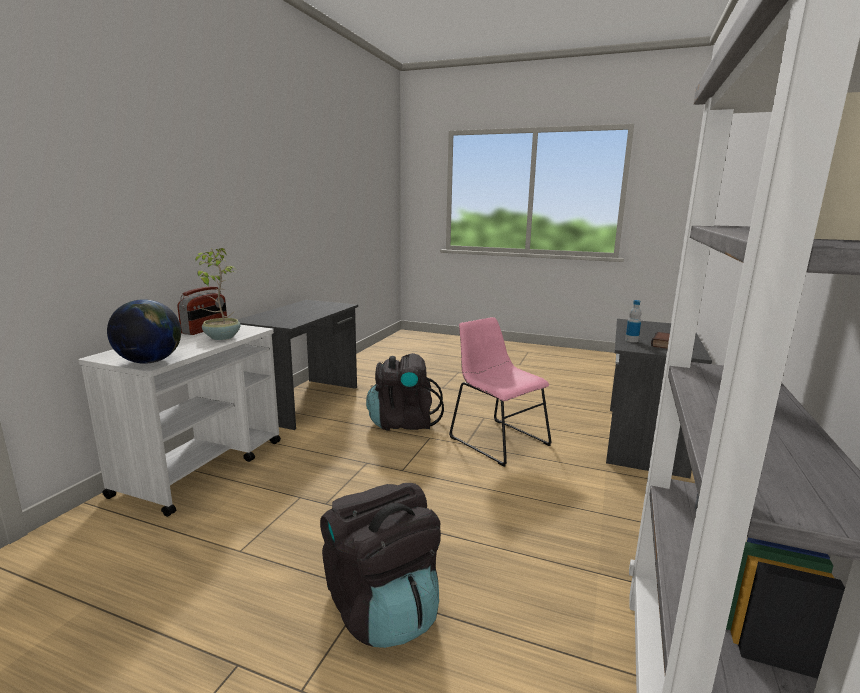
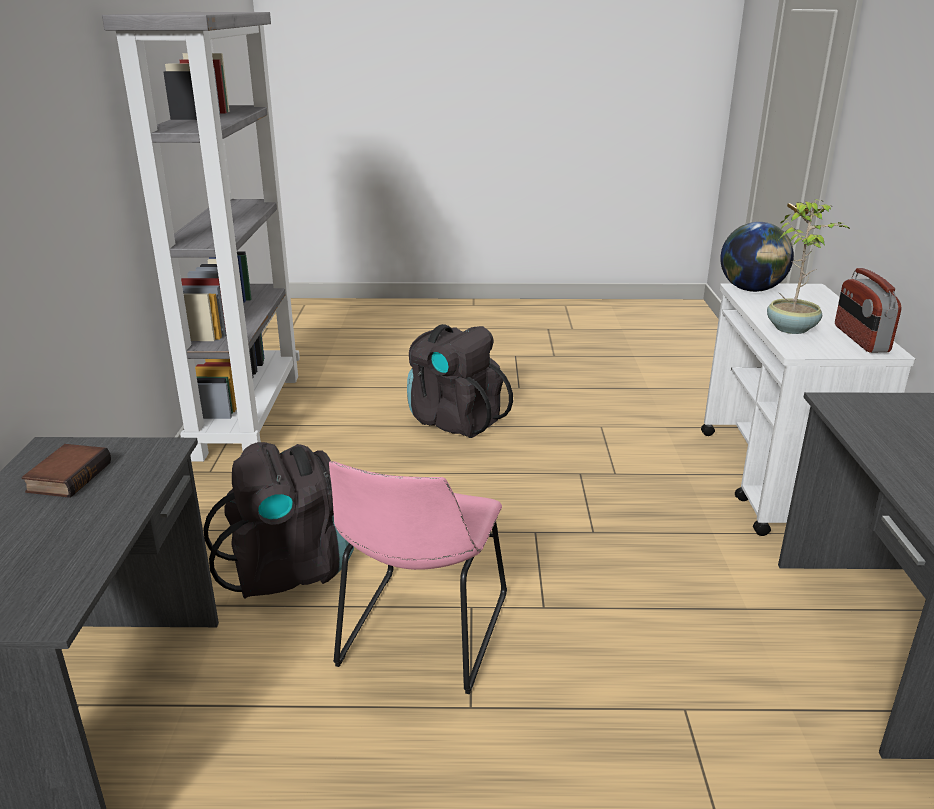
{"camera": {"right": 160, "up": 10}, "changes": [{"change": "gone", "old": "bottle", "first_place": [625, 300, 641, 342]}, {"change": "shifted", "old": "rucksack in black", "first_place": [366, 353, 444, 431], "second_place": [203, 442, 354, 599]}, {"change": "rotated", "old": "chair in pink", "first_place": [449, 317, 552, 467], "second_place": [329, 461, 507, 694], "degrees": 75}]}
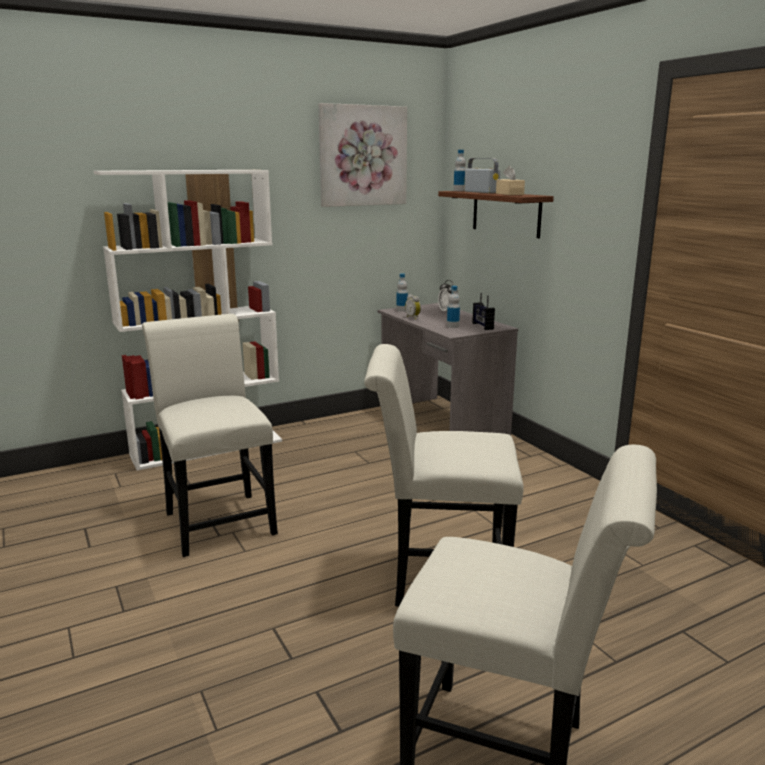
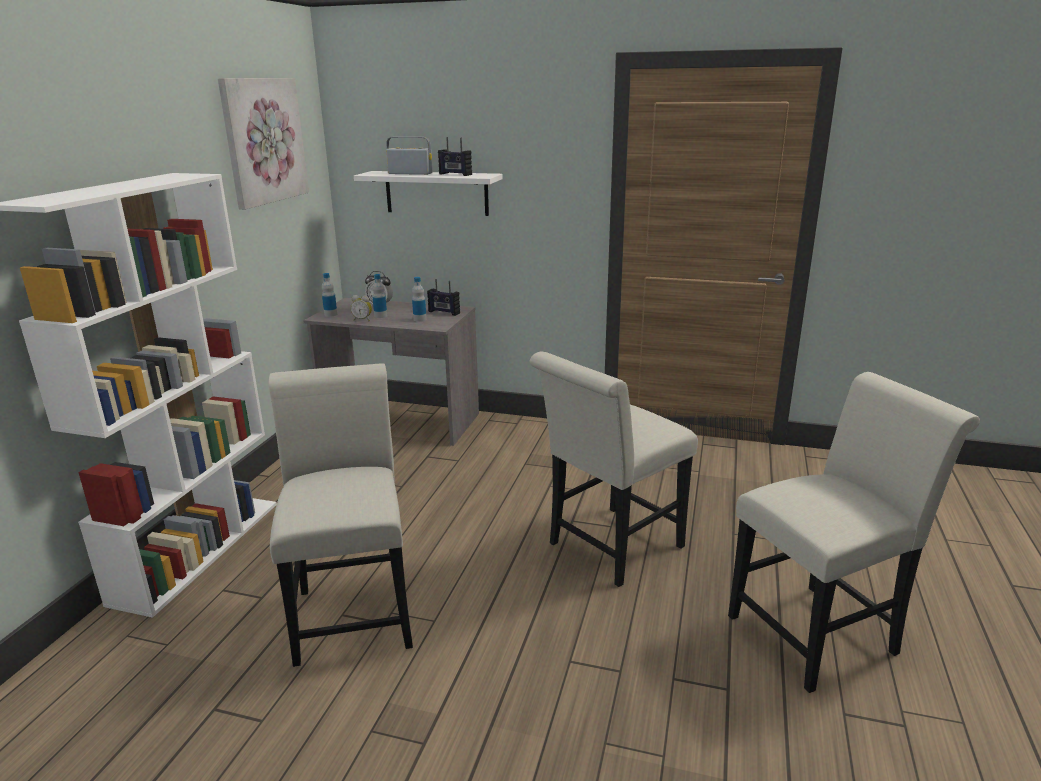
{"camera": {"right": -45, "up": 5}, "changes": [{"change": "shifted", "old": "bottle", "first_place": [454, 150, 466, 191], "second_place": [372, 274, 387, 318]}, {"change": "swapped", "old": "tissue holder in beige-coloured", "new": "radio", "first_place": [496, 166, 525, 195], "second_place": [438, 137, 472, 176]}, {"change": "repainted", "old": "wall shelf in brownish", "new": "wall shelf in whitish", "first_place": [438, 191, 554, 238], "second_place": [354, 171, 503, 216]}, {"change": "rotated", "old": "chair in whitish", "first_place": [142, 314, 278, 557], "second_place": [268, 364, 413, 667], "degrees": 60}]}
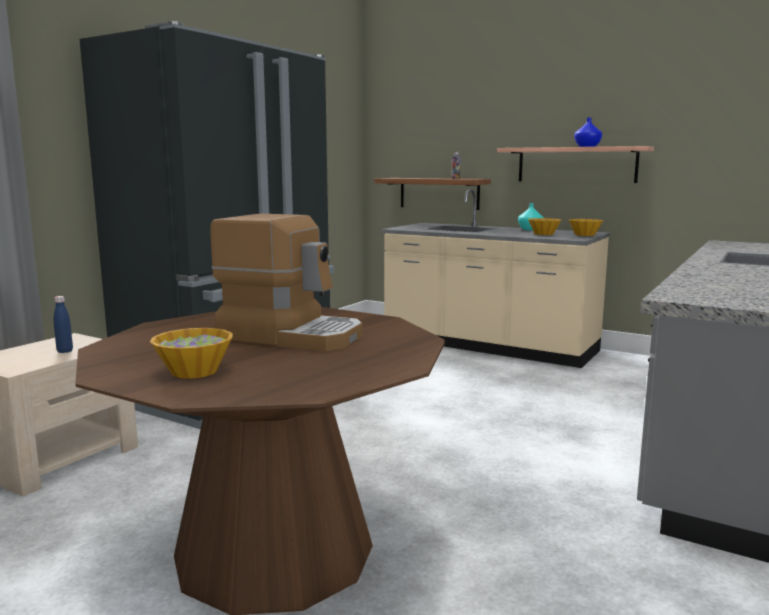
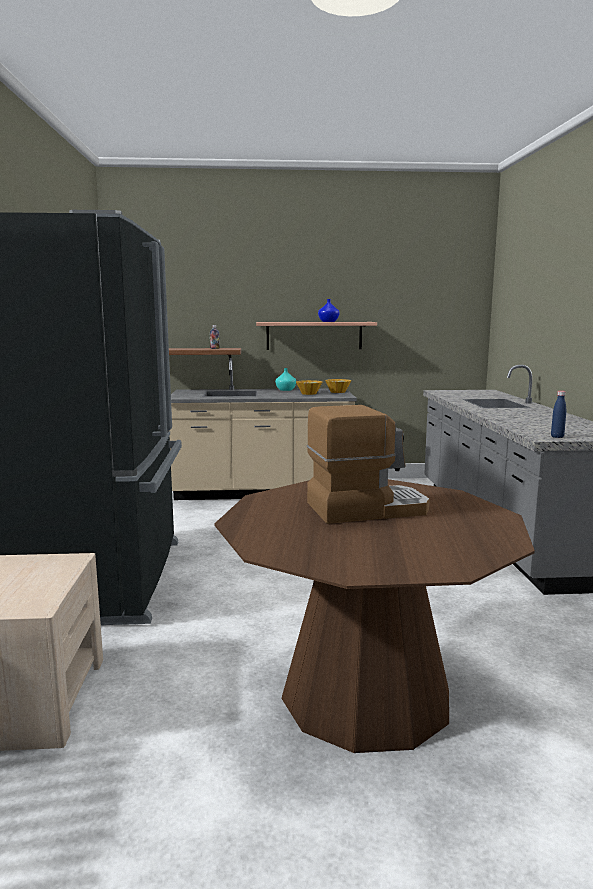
{"camera": {"right": -35, "up": 0}, "changes": [{"change": "gone", "old": "serving bowl", "first_place": [150, 328, 233, 379]}, {"change": "shifted", "old": "bottle in blue", "first_place": [54, 296, 73, 353], "second_place": [551, 391, 566, 438]}]}
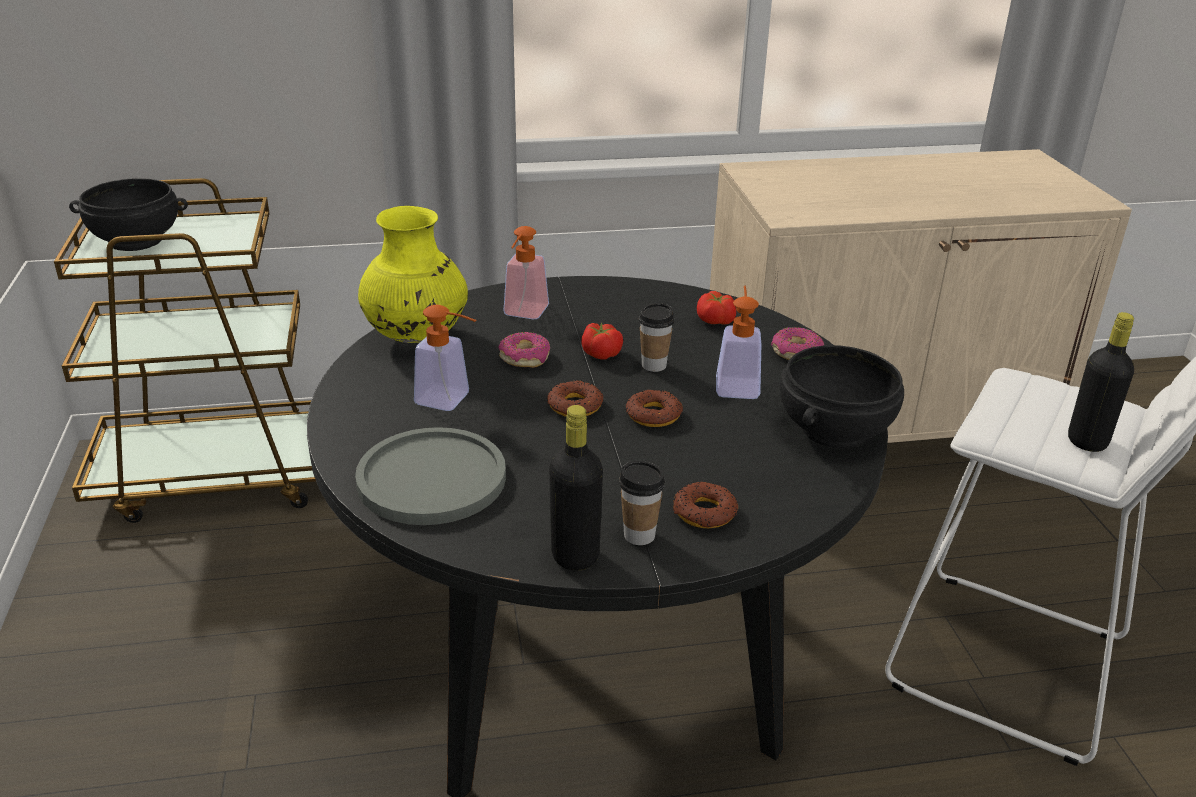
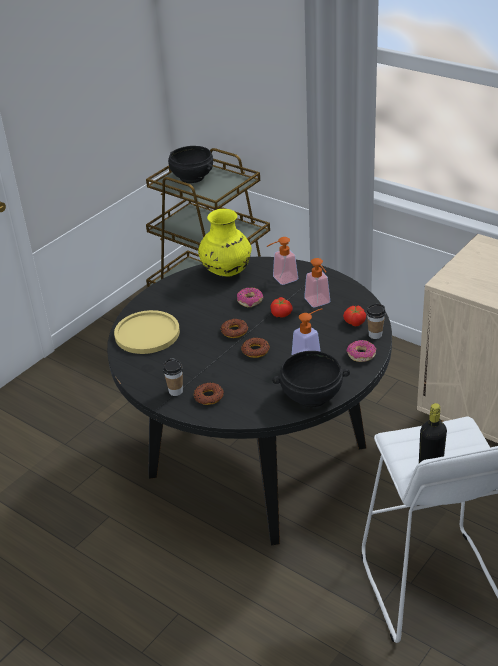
{"camera": {"right": 50, "up": 5}, "changes": [{"change": "gone", "old": "bottle in black", "first_place": [549, 405, 603, 571]}, {"change": "shifted", "old": "soap dispenser", "first_place": [414, 305, 476, 411], "second_place": [304, 258, 330, 307]}, {"change": "shifted", "old": "small cup", "first_place": [639, 303, 674, 372], "second_place": [367, 304, 386, 339]}, {"change": "repainted", "old": "dinner plate in gray", "new": "dinner plate in yellow", "first_place": [355, 427, 506, 525], "second_place": [114, 310, 180, 354]}]}
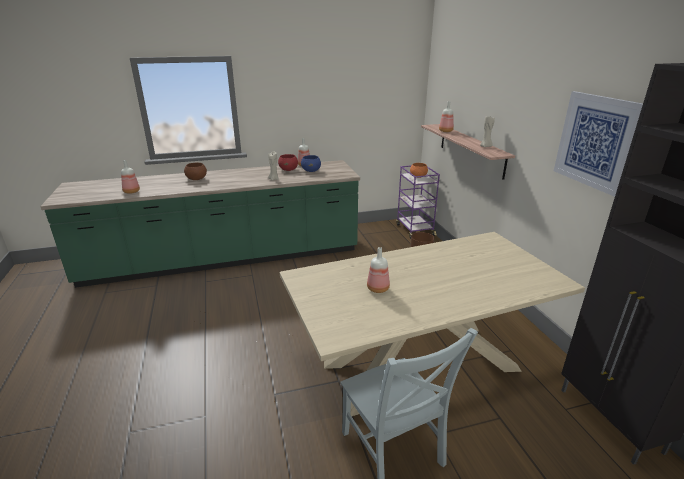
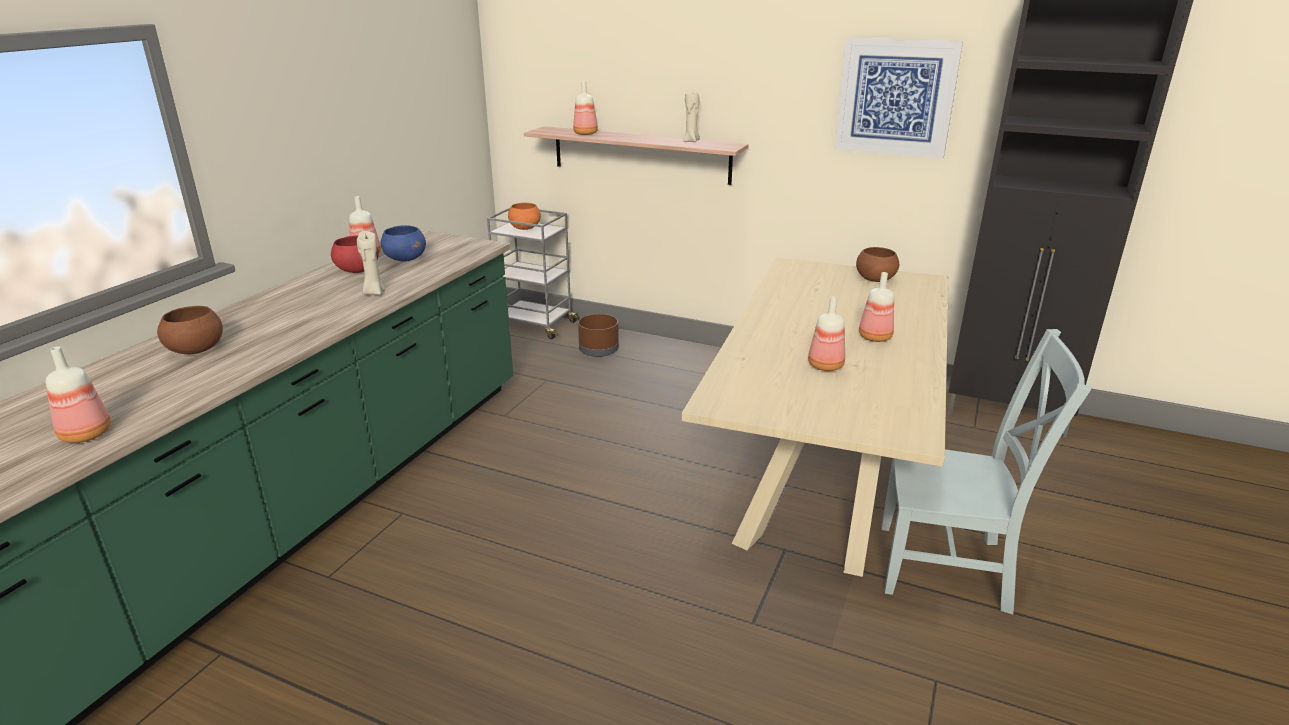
{"camera": {"right": -50, "up": 0}, "changes": [{"change": "new", "new": "serving bowl in brownish", "second_place": [856, 247, 899, 282]}, {"change": "new", "new": "bottle", "second_place": [859, 272, 894, 342]}, {"change": "repainted", "old": "wheeled cart in purplish", "new": "wheeled cart in gray", "first_place": [396, 165, 440, 239], "second_place": [487, 208, 580, 339]}]}
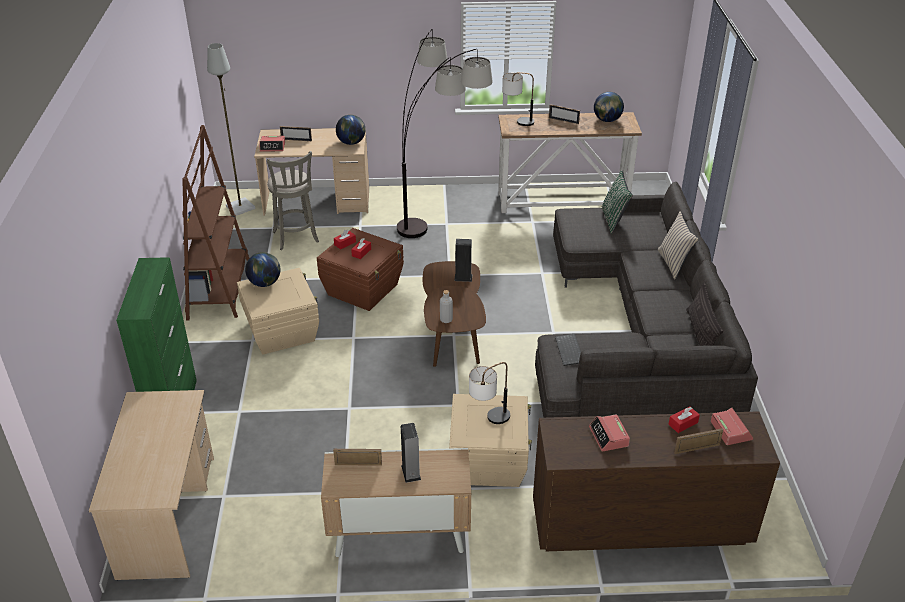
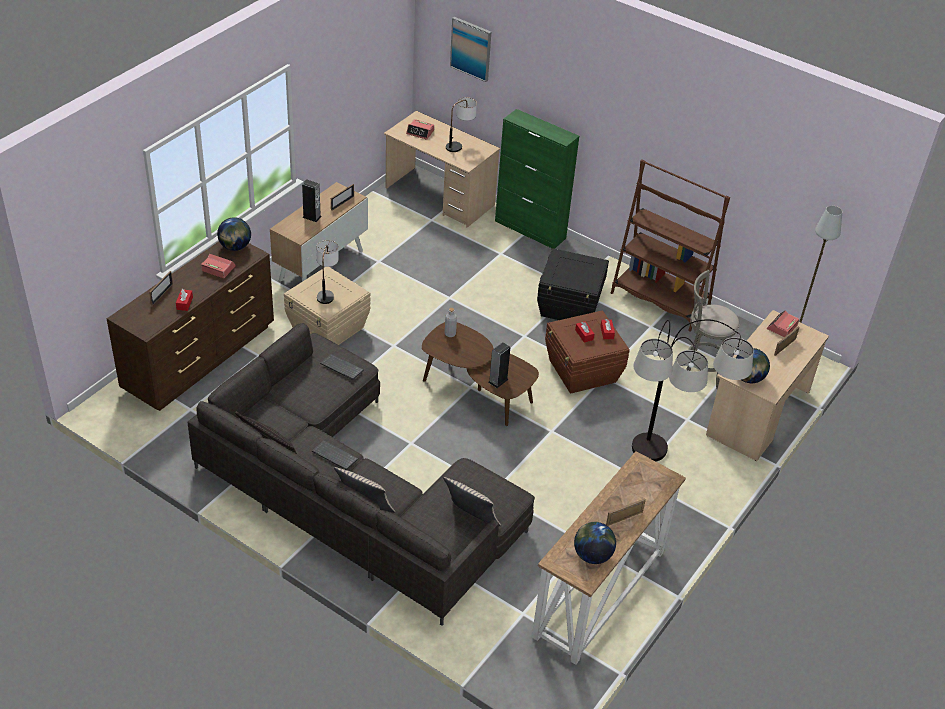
{"camera": {"right": 125, "up": 5}, "changes": [{"change": "new", "new": "PC keyboard", "second_place": [312, 440, 358, 470]}, {"change": "new", "new": "wall picture", "second_place": [450, 17, 491, 82]}, {"change": "shifted", "old": "world globe", "first_place": [245, 252, 281, 287], "second_place": [217, 217, 251, 251]}, {"change": "shifted", "old": "lamp for a table", "first_place": [502, 72, 534, 126], "second_place": [446, 97, 477, 152]}, {"change": "shifted", "old": "bedside clock", "first_place": [711, 408, 754, 445], "second_place": [406, 119, 434, 140]}, {"change": "repainted", "old": "storage container in beige-coloured", "new": "storage container in black", "first_place": [237, 268, 319, 355], "second_place": [537, 248, 609, 320]}, {"change": "repainted", "old": "cushion in greenish", "new": "cushion in beige-coloured", "first_place": [602, 170, 633, 234], "second_place": [443, 477, 501, 526]}]}
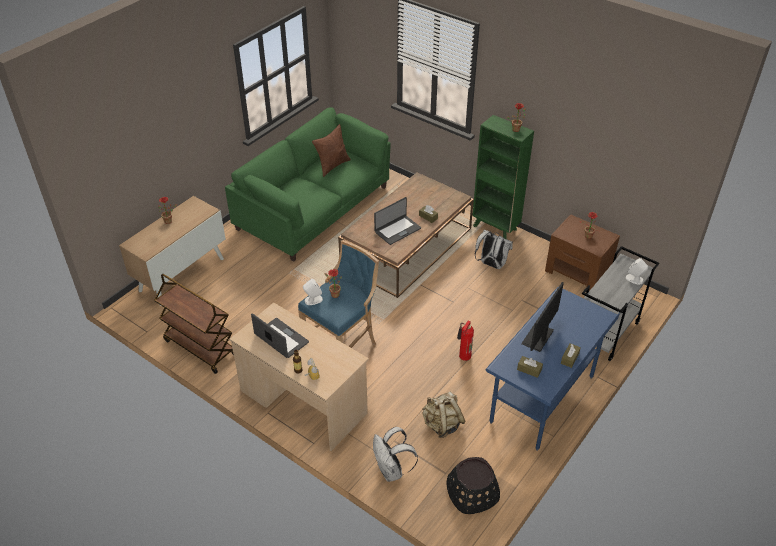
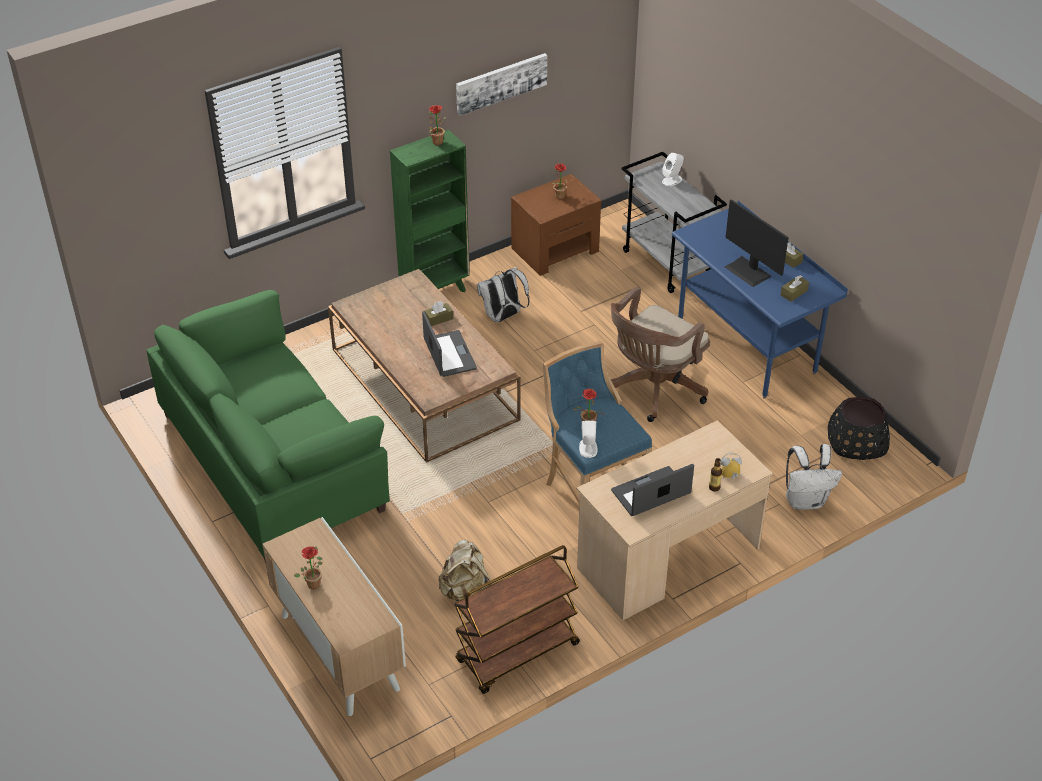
{"camera": {"right": -70, "up": 0}, "changes": [{"change": "gone", "old": "cushion in brownish", "first_place": [312, 124, 351, 177]}, {"change": "new", "new": "wall picture", "second_place": [456, 53, 547, 116]}, {"change": "shifted", "old": "rucksack in beige-coloured", "first_place": [422, 392, 466, 438], "second_place": [438, 539, 491, 601]}, {"change": "swapped", "old": "fire-fighting cylinder", "new": "desk chair in brownish", "first_place": [457, 321, 474, 361], "second_place": [611, 287, 710, 422]}]}
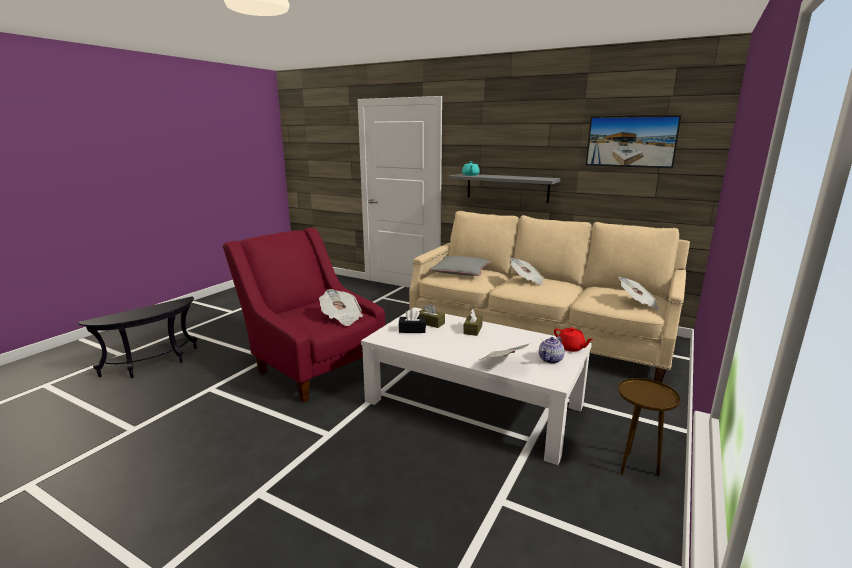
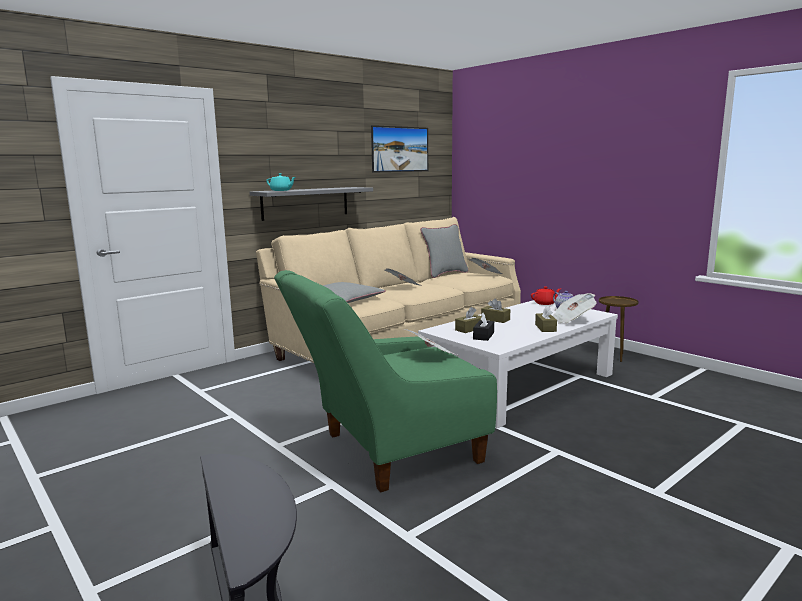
{"camera": {"right": -70, "up": -5}, "changes": [{"change": "new", "new": "cushion in gray", "second_place": [420, 224, 468, 278]}, {"change": "new", "new": "tissue holder in brownish", "second_place": [535, 306, 557, 332]}, {"change": "repainted", "old": "lounge chair in reddish", "new": "lounge chair in greenish", "first_place": [223, 228, 386, 402], "second_place": [274, 270, 497, 493]}]}
